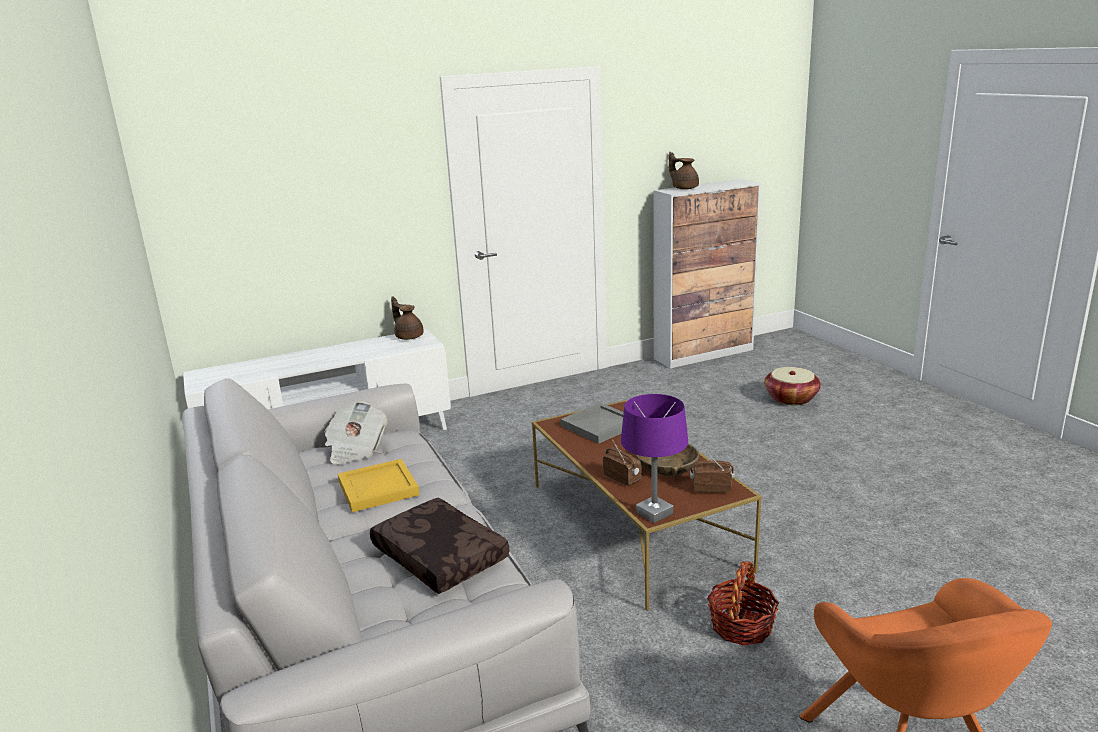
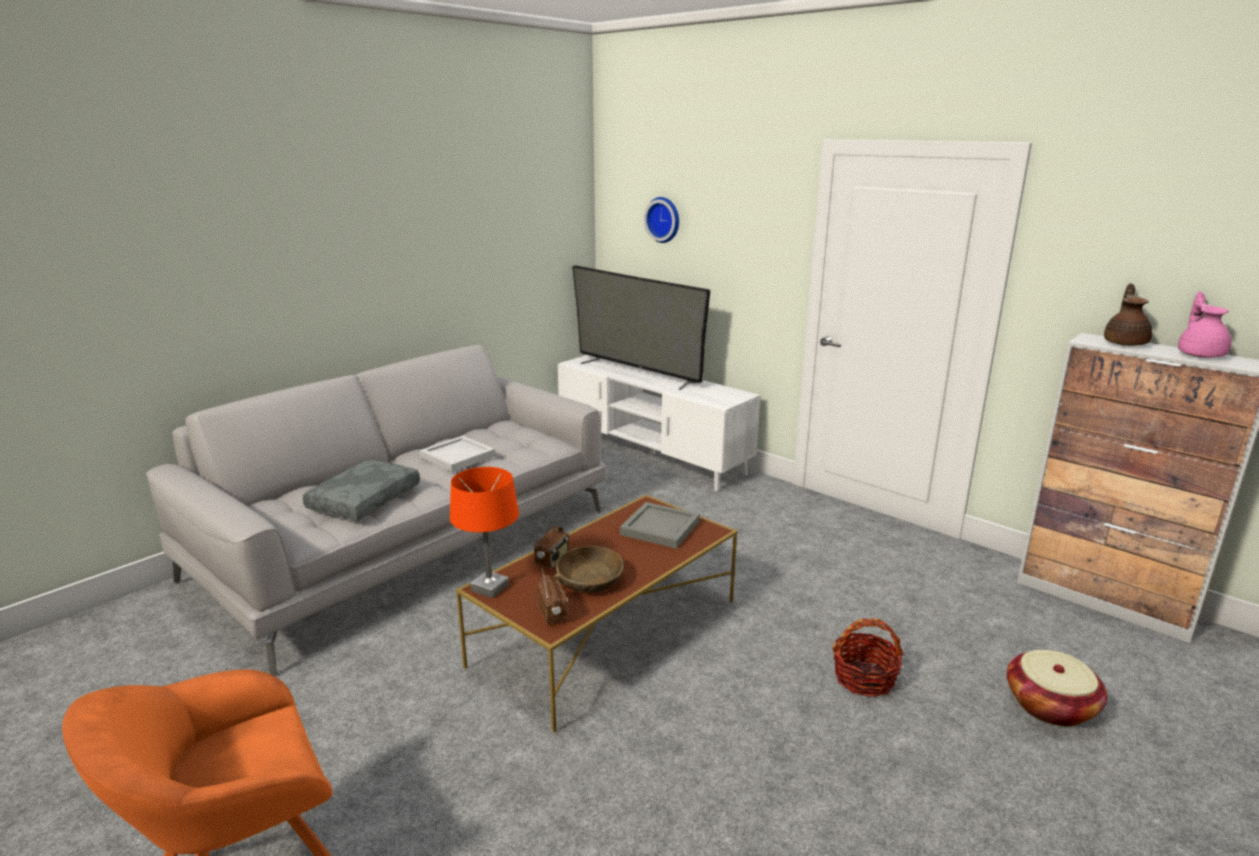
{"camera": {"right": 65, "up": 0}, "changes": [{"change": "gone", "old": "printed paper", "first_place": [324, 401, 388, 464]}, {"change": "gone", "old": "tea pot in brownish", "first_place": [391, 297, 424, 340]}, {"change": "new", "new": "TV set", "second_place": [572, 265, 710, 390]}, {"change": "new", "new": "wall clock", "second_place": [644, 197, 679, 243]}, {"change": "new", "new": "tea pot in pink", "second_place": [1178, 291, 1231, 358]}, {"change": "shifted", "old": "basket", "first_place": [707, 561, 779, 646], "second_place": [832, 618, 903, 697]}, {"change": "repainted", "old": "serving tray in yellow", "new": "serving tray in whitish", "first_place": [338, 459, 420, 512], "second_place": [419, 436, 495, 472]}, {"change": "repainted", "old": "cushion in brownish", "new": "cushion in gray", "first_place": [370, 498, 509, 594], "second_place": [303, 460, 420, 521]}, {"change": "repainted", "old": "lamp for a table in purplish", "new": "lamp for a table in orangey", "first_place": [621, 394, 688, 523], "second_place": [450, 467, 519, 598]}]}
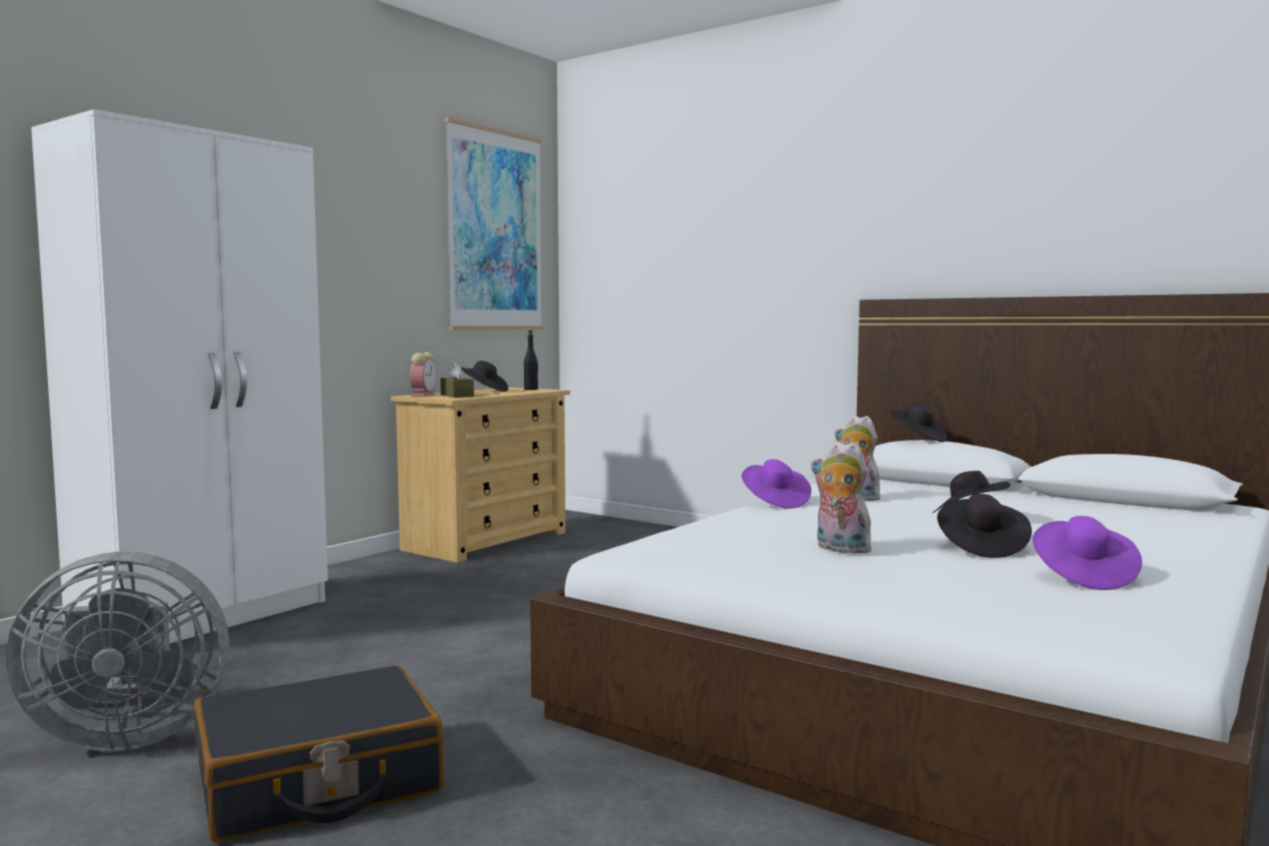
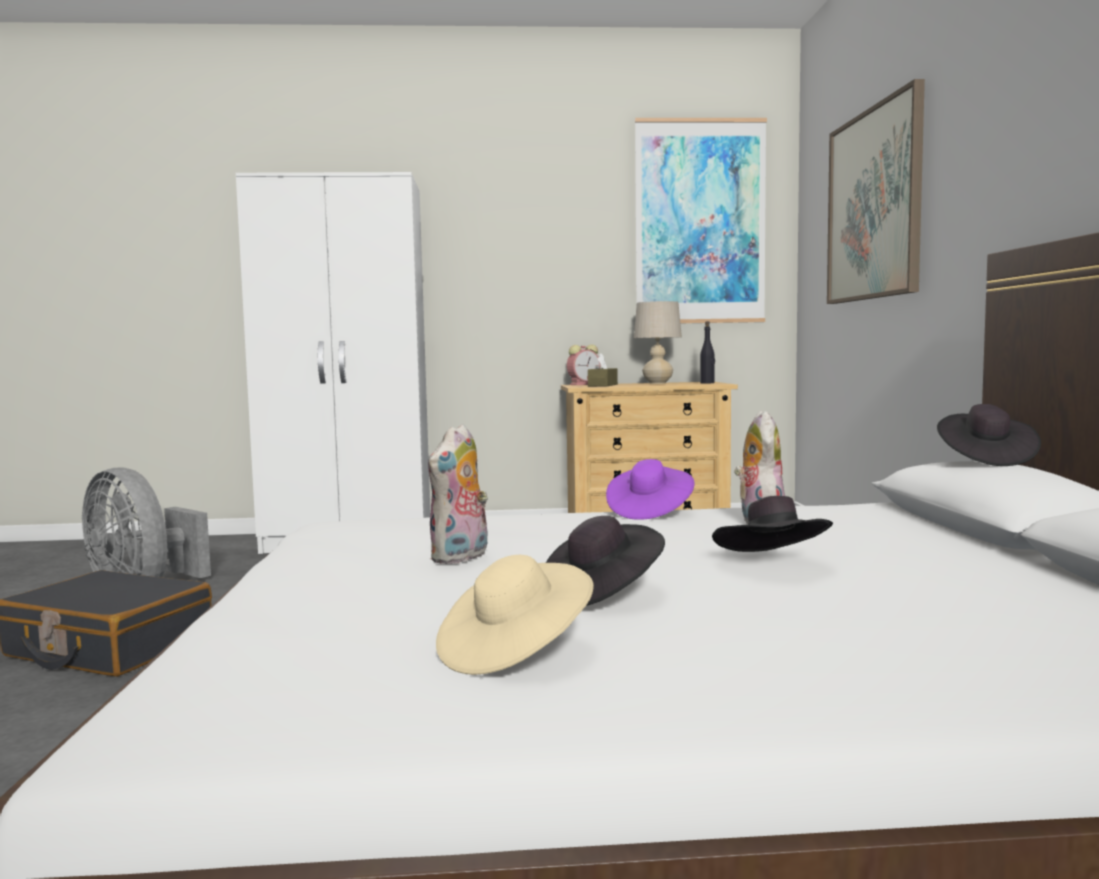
{"camera": {"right": 50, "up": 0}, "changes": [{"change": "new", "new": "wall picture", "second_place": [827, 79, 925, 304]}, {"change": "swapped", "old": "wearable hat in black", "new": "lamp for a table in beige-coloured", "first_place": [461, 361, 508, 392], "second_place": [634, 301, 682, 384]}, {"change": "repainted", "old": "wearable hat in purplish", "new": "wearable hat in beige-coloured", "first_place": [1032, 516, 1142, 590], "second_place": [436, 555, 594, 675]}, {"change": "rotated", "old": "plush toy", "first_place": [811, 442, 872, 554], "second_place": [428, 424, 488, 564], "degrees": -150}]}
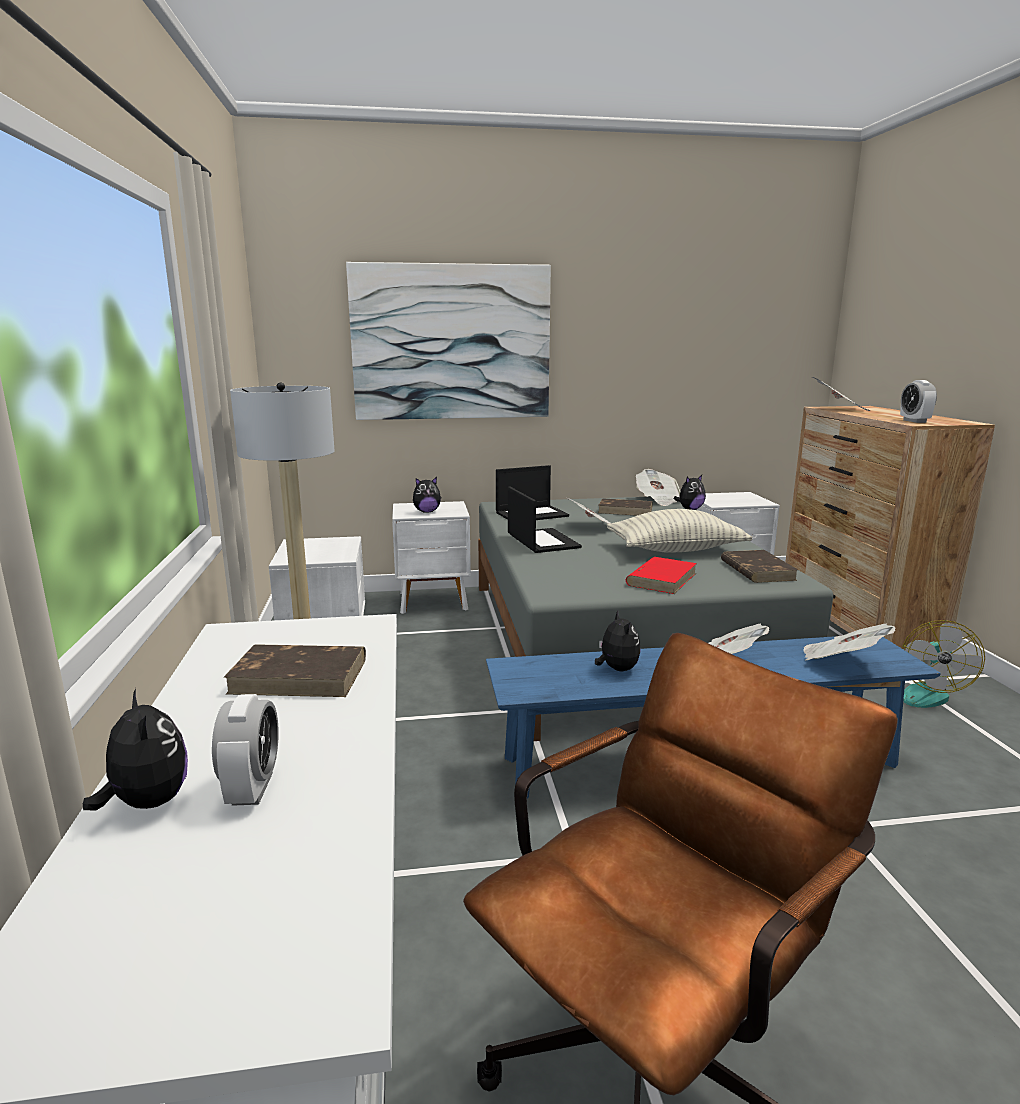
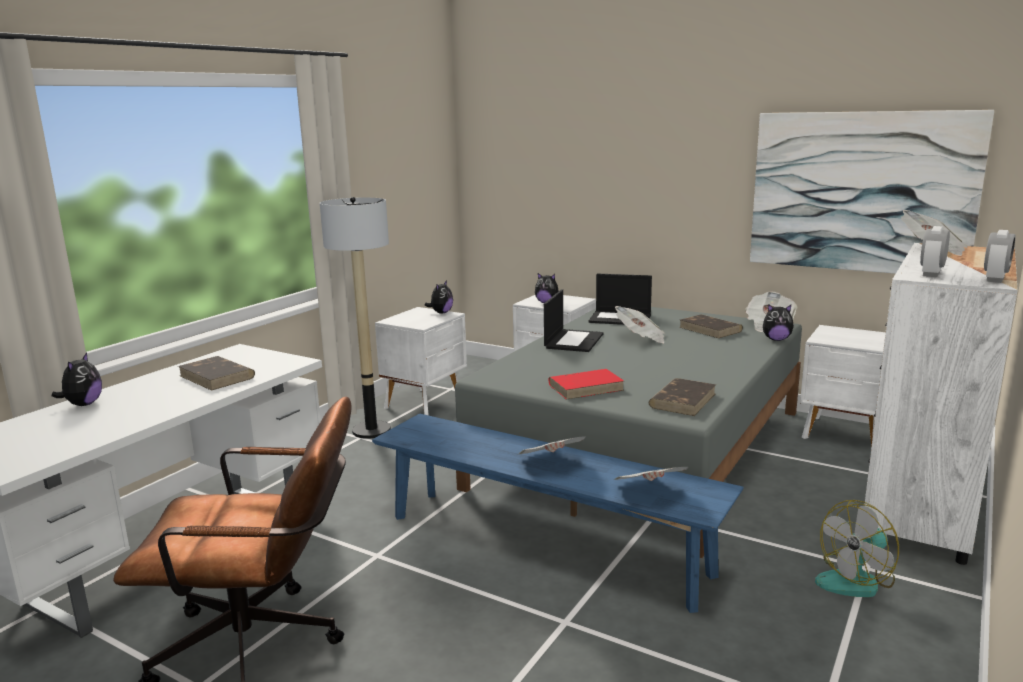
{"camera": {"right": 40, "up": 0}, "changes": [{"change": "gone", "old": "cushion", "first_place": [607, 509, 752, 553]}, {"change": "shifted", "old": "bedside clock", "first_place": [212, 694, 279, 806], "second_place": [984, 230, 1016, 283]}, {"change": "shifted", "old": "wall picture", "first_place": [346, 262, 551, 420], "second_place": [750, 110, 994, 274]}, {"change": "shifted", "old": "plush toy", "first_place": [595, 610, 641, 671], "second_place": [425, 280, 453, 314]}, {"change": "repainted", "old": "drawer chest in brownish", "new": "drawer chest in whitish", "first_place": [786, 406, 995, 649], "second_place": [864, 243, 1018, 565]}]}
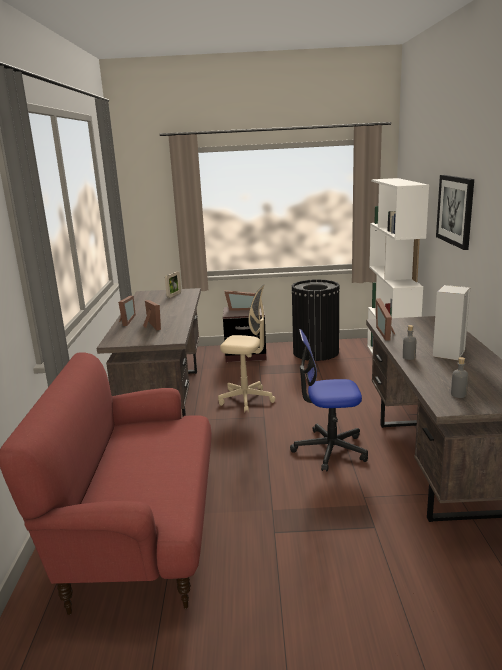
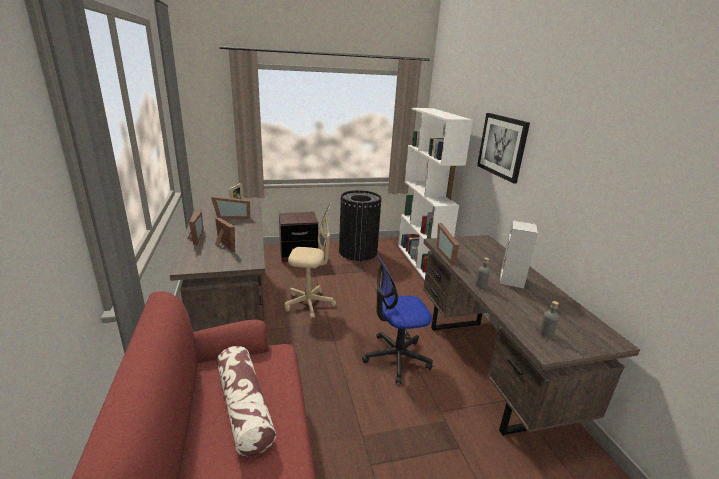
{"camera": {"right": -15, "up": 5}, "changes": [{"change": "new", "new": "cushion", "second_place": [216, 346, 276, 456]}, {"change": "shifted", "old": "photo frame", "first_place": [224, 290, 256, 311], "second_place": [211, 196, 250, 219]}]}
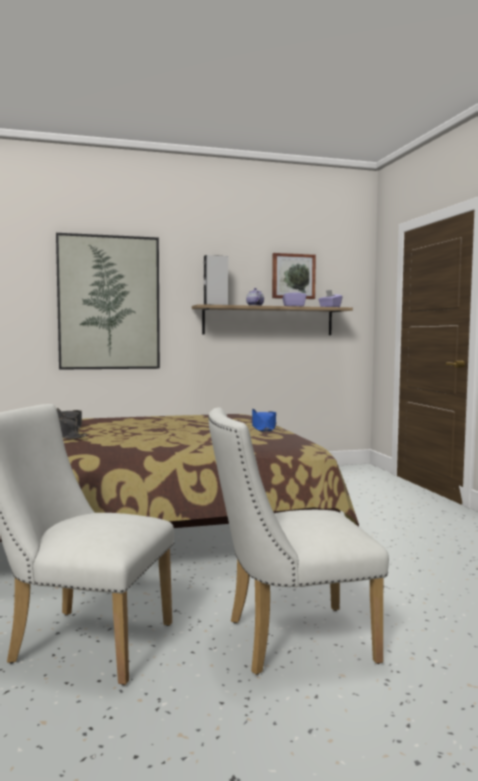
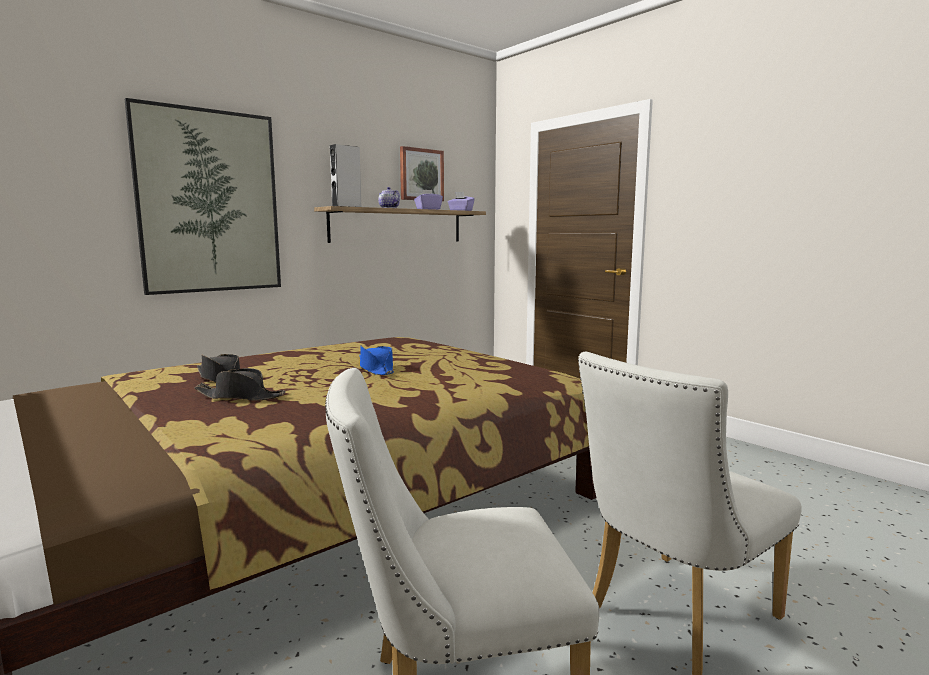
{"camera": {"right": -25, "up": 5}, "changes": [{"change": "shifted", "old": "wearable hat in blue", "first_place": [252, 409, 277, 431], "second_place": [359, 345, 394, 375]}]}
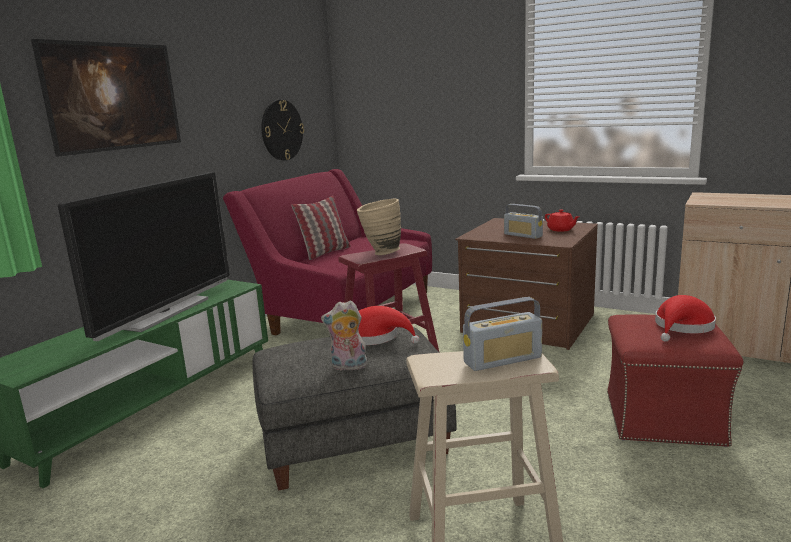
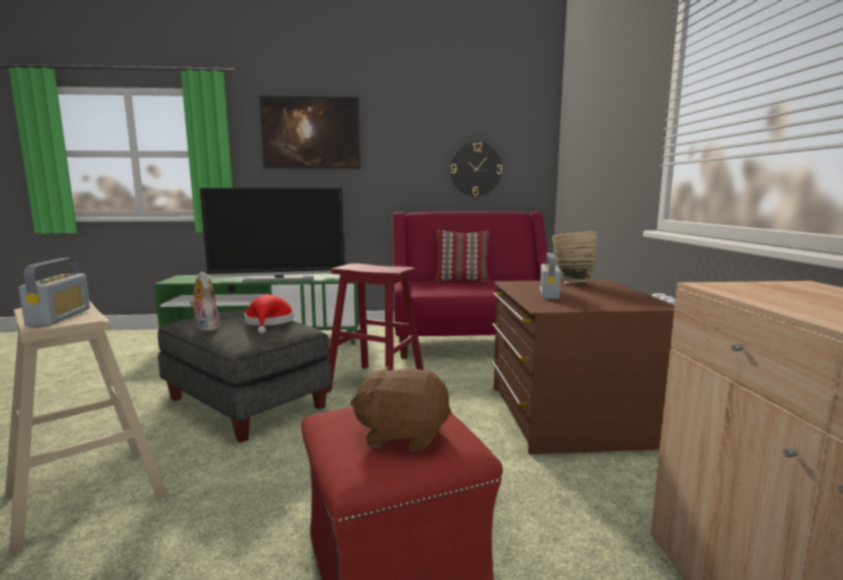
{"camera": {"right": 55, "up": -5}, "changes": [{"change": "gone", "old": "tea pot in reddish", "first_place": [545, 209, 579, 232]}, {"change": "shifted", "old": "decorative vase in beige-coloured", "first_place": [357, 198, 401, 255], "second_place": [552, 231, 597, 283]}, {"change": "swapped", "old": "wearable hat in reddish", "new": "plush toy in brownish", "first_place": [655, 295, 716, 342], "second_place": [350, 366, 451, 452]}, {"change": "rotated", "old": "radio", "first_place": [463, 297, 542, 371], "second_place": [19, 258, 90, 327], "degrees": -135}]}
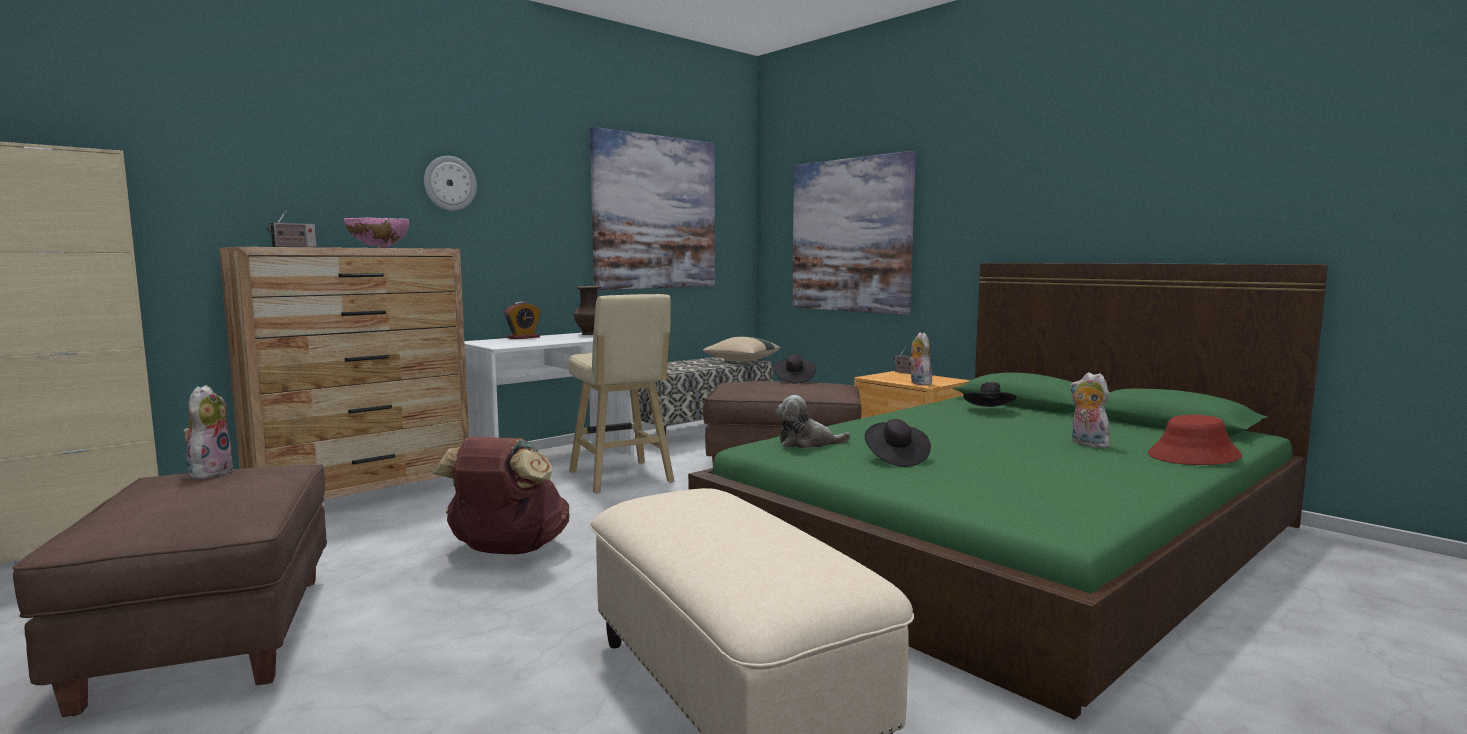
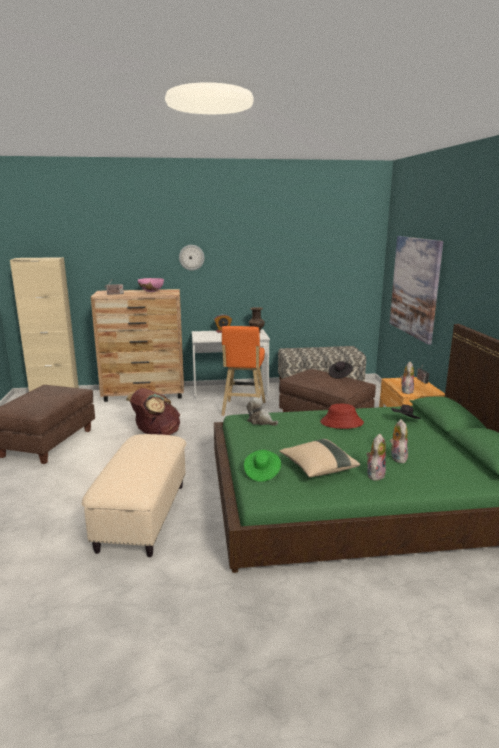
{"camera": {"right": 35, "up": 10}, "changes": [{"change": "gone", "old": "wall picture", "first_place": [590, 127, 715, 290]}, {"change": "gone", "old": "wearable hat in black", "first_place": [864, 419, 931, 467]}, {"change": "new", "new": "wearable hat in greenish", "second_place": [244, 450, 281, 482]}, {"change": "shifted", "old": "plush toy", "first_place": [183, 385, 234, 479], "second_place": [366, 434, 386, 481]}, {"change": "shifted", "old": "cushion in beige-coloured", "first_place": [702, 337, 780, 362], "second_place": [279, 439, 360, 477]}, {"change": "shifted", "old": "wearable hat in reddish", "first_place": [1148, 415, 1242, 465], "second_place": [320, 404, 364, 429]}, {"change": "repainted", "old": "stool in beige-coloured", "new": "stool in orangey", "first_place": [568, 294, 674, 494], "second_place": [221, 326, 266, 416]}]}
